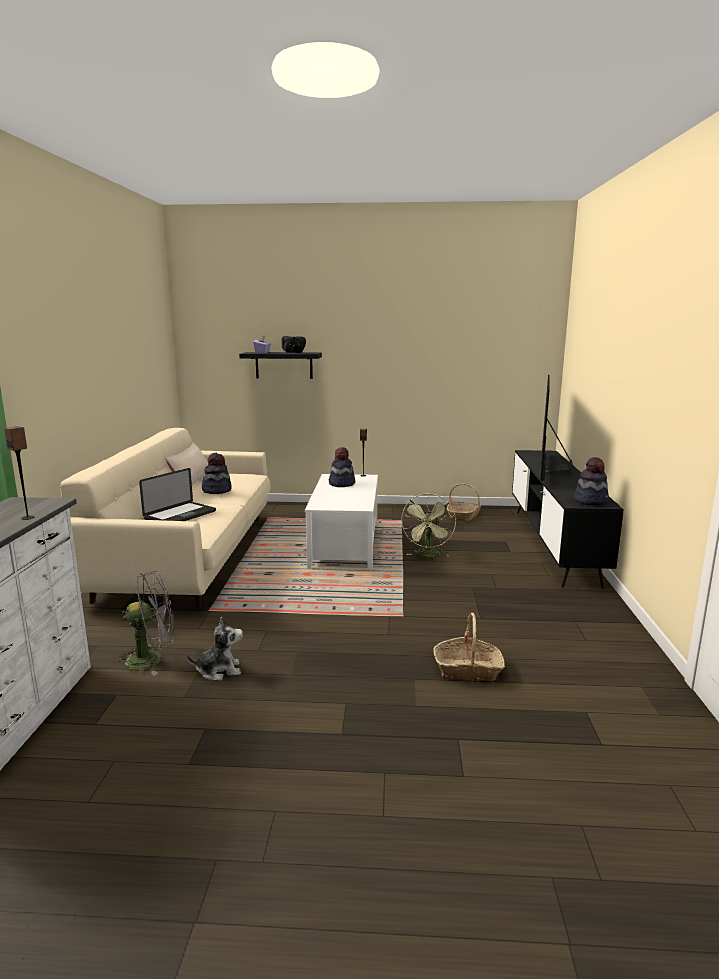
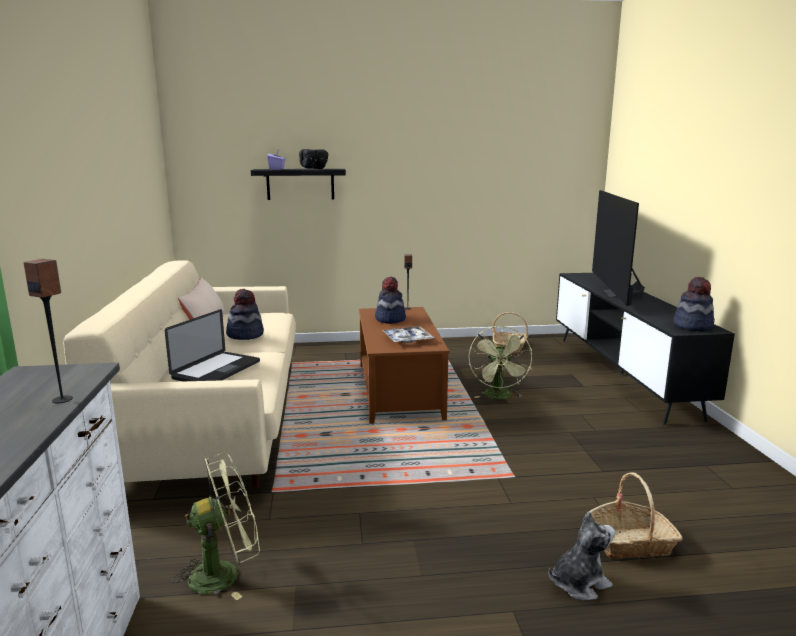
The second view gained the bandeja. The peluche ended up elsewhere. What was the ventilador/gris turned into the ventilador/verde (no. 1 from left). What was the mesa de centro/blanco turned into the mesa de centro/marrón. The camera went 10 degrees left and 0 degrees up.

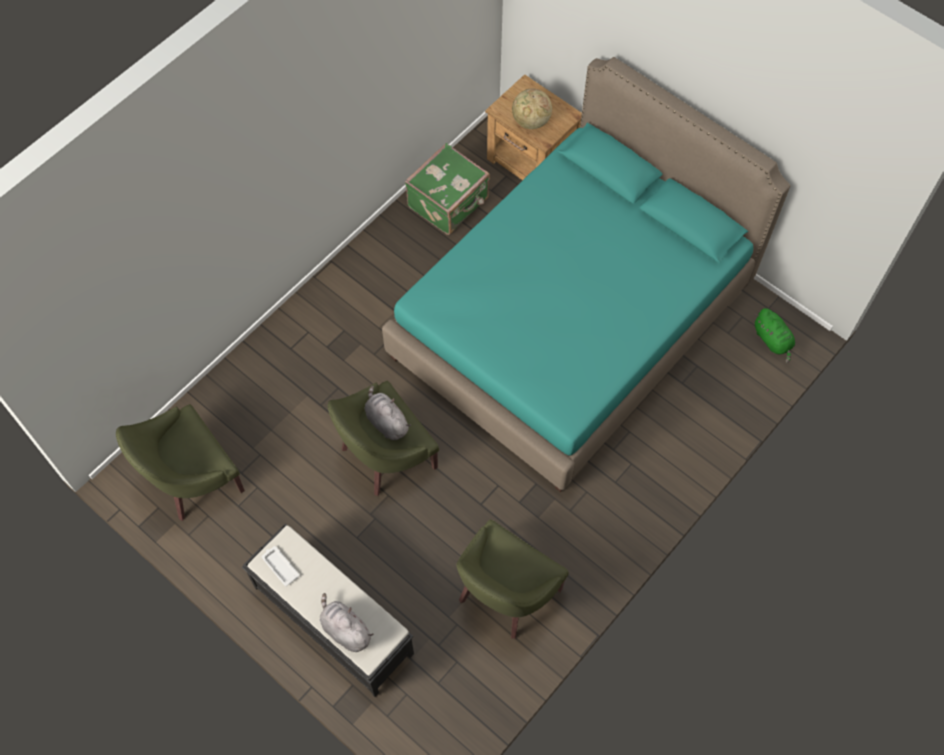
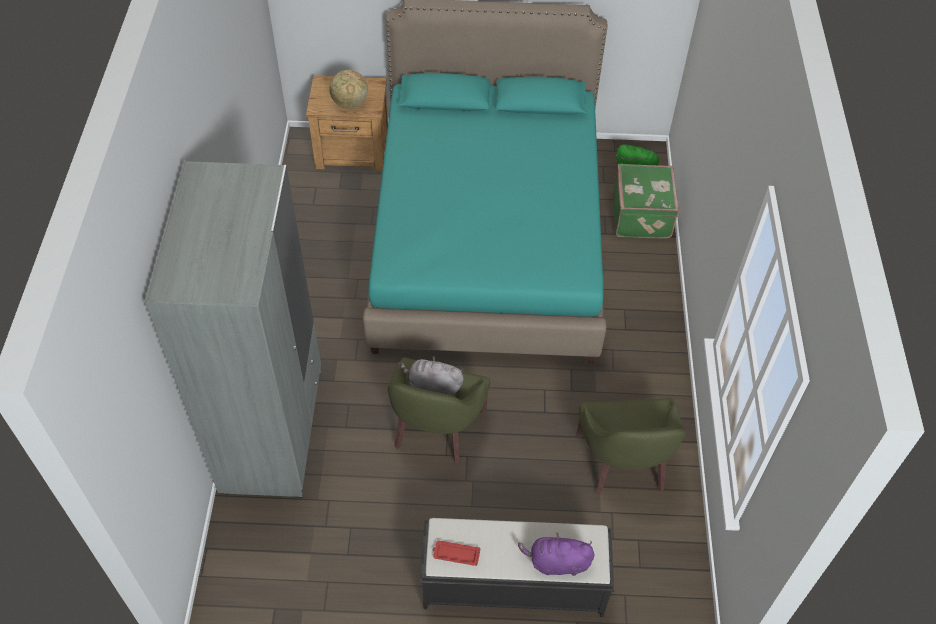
The second view lost the sillón/verde (no. 1 from left). The second view gained the armario ropero/gris. The maleta/verde ended up elsewhere. What was the bandeja/blanco turned into the bandeja/rojo. What was the peluche/gris (no. 1 from left) turned into the peluche/morado. The camera went 40 degrees left and 10 degrees down.

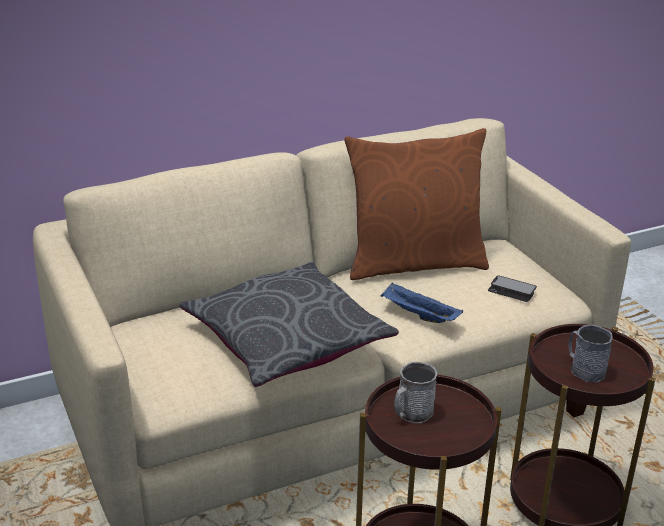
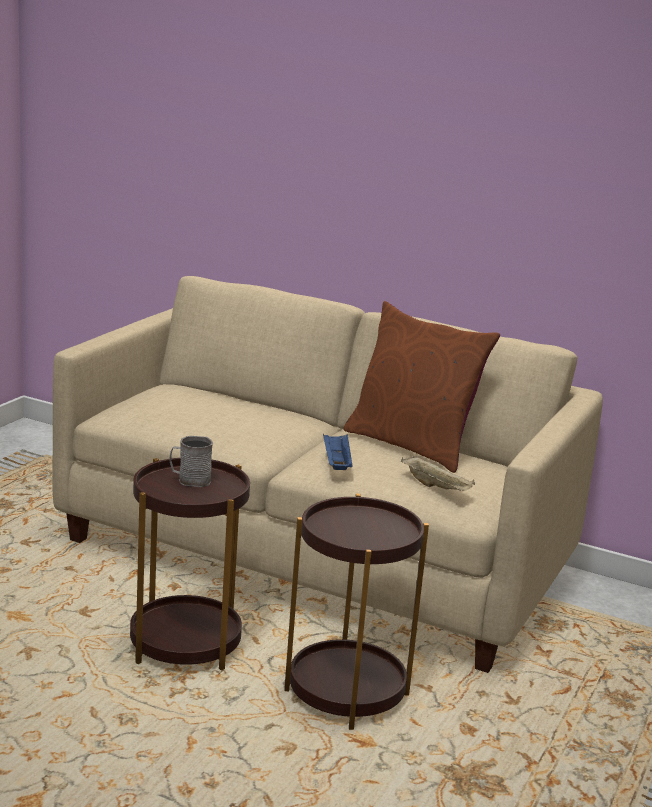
The second view lost the cojín/gris. The second view lost the taza grande/gris (no. 2 from left). Where the móvil stood, the bandeja/beis came to stand. The camera went 50 degrees right and 10 degrees down.

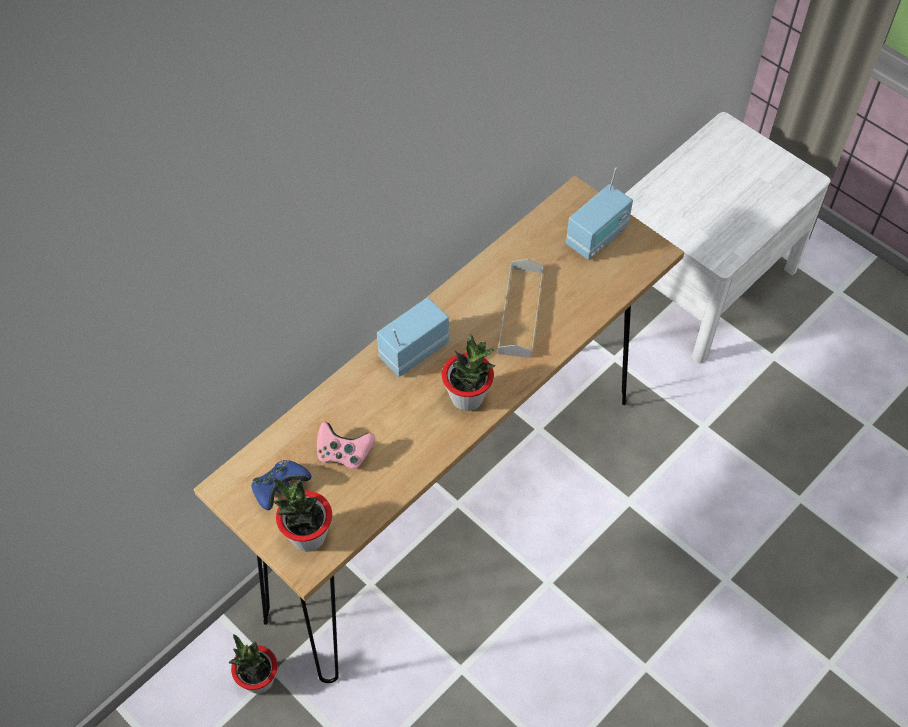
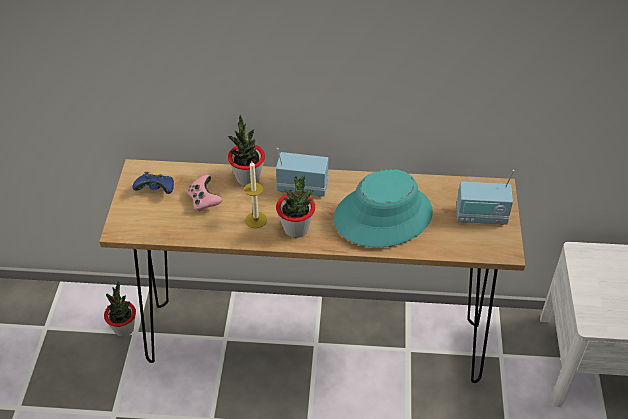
The second view gained the vela. The planta en maceta (no. 2 from left) ended up elsewhere. Where the bandeja/gris stood, the sombrero/turquesa came to stand. The camera went 50 degrees right and 10 degrees down.

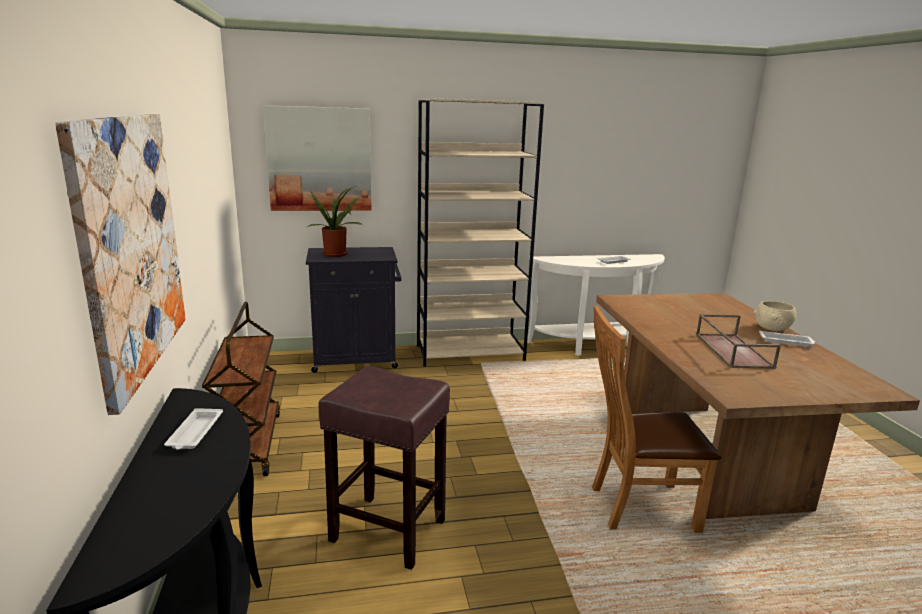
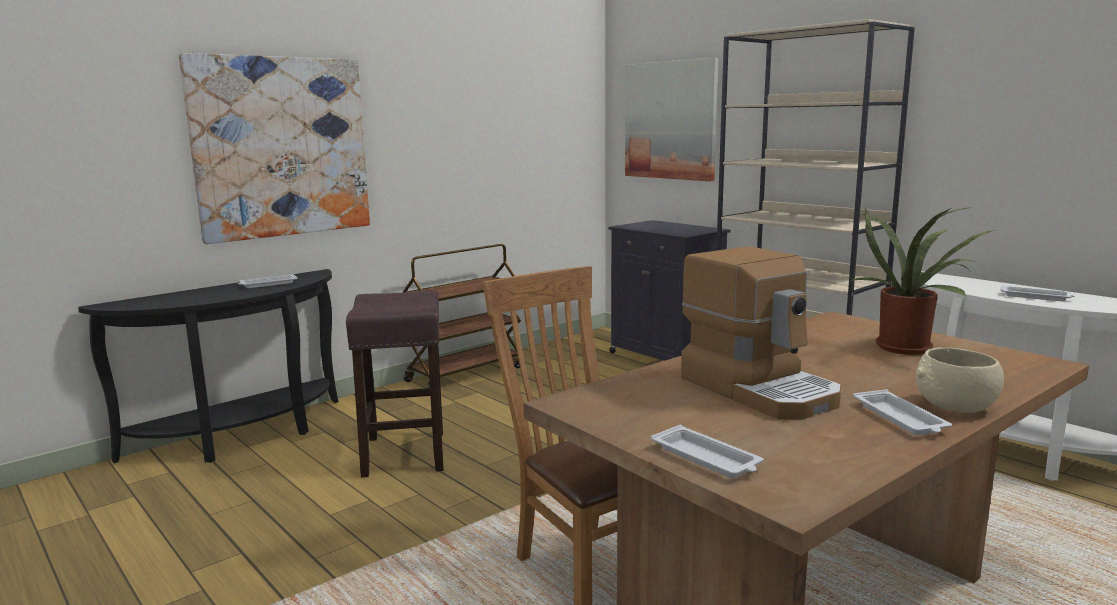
The second view gained the bandeja/blanco (no. 2 from left). The planta en maceta ended up elsewhere. Where the bandeja/marrón stood, the cafetera came to stand. The camera went 60 degrees right and 5 degrees down.

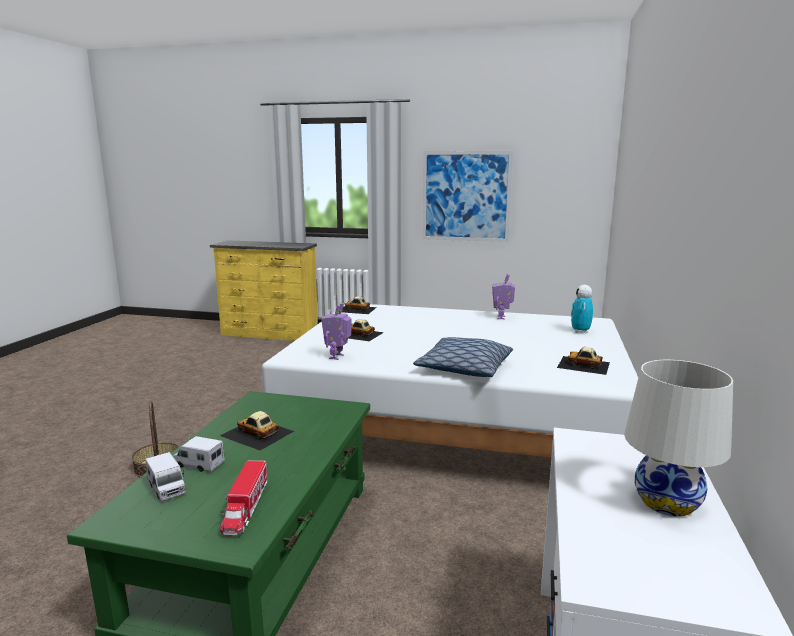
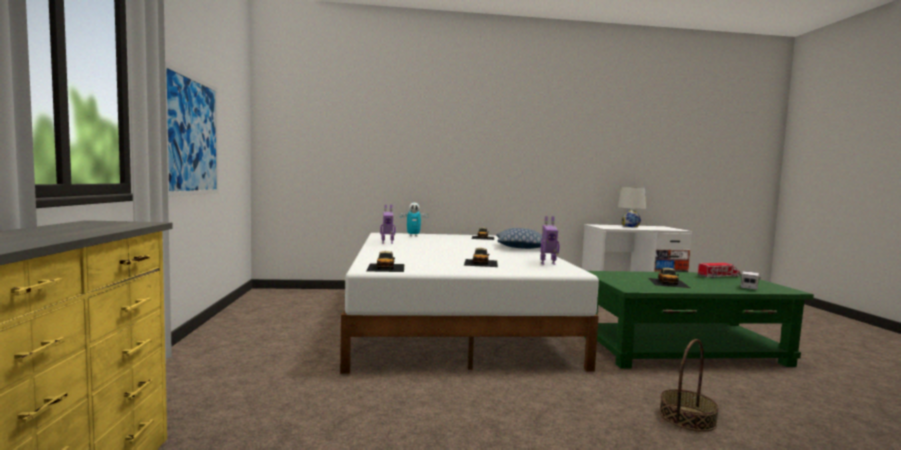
The second view lost the camión de juguete (no. 2 from left). The camera went 110 degrees left and 10 degrees down.

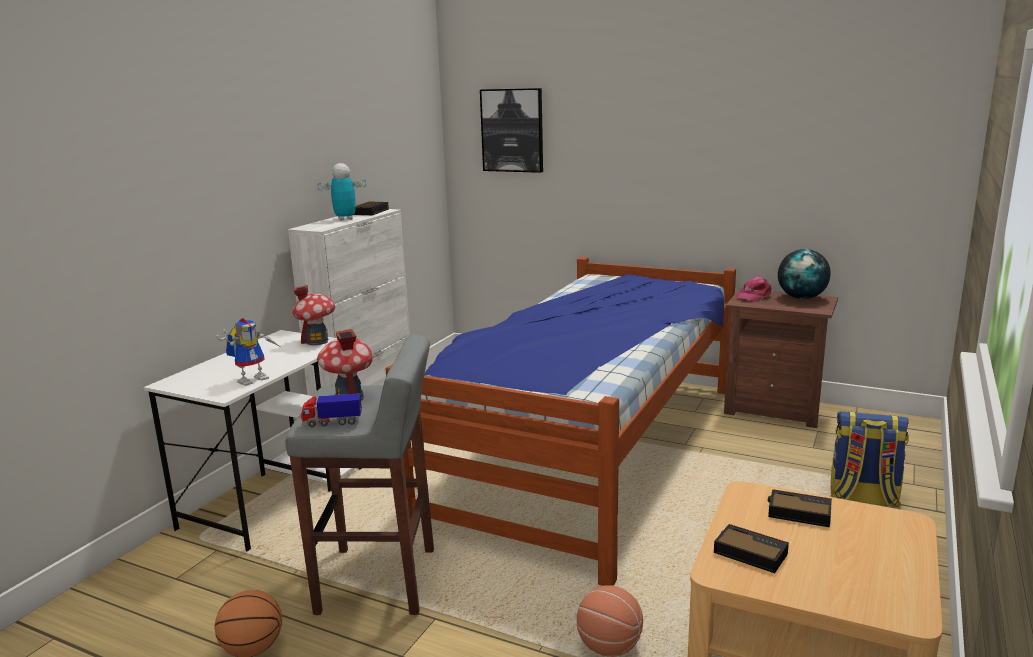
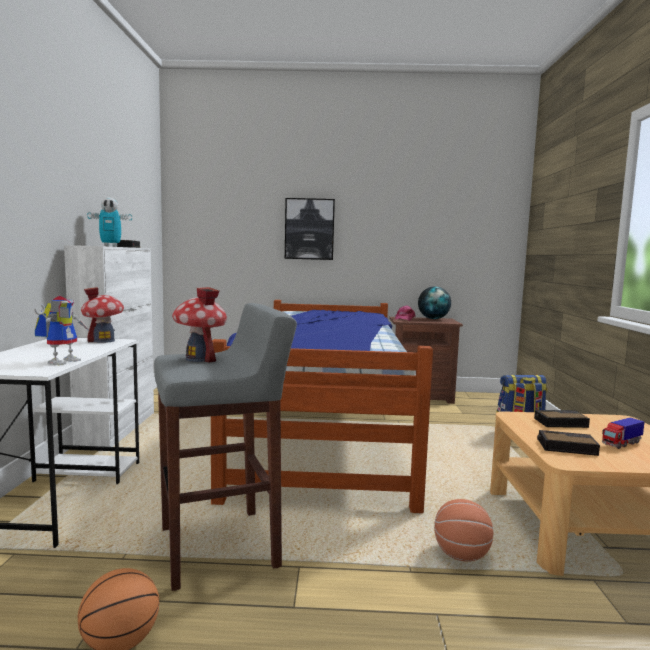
The camión de juguete ended up elsewhere. The cuadro ended up elsewhere. The robot de juguete (no. 2 from left) ended up facing another way, 150 degrees counterclockwise from before. The camera went 25 degrees left and 10 degrees down.

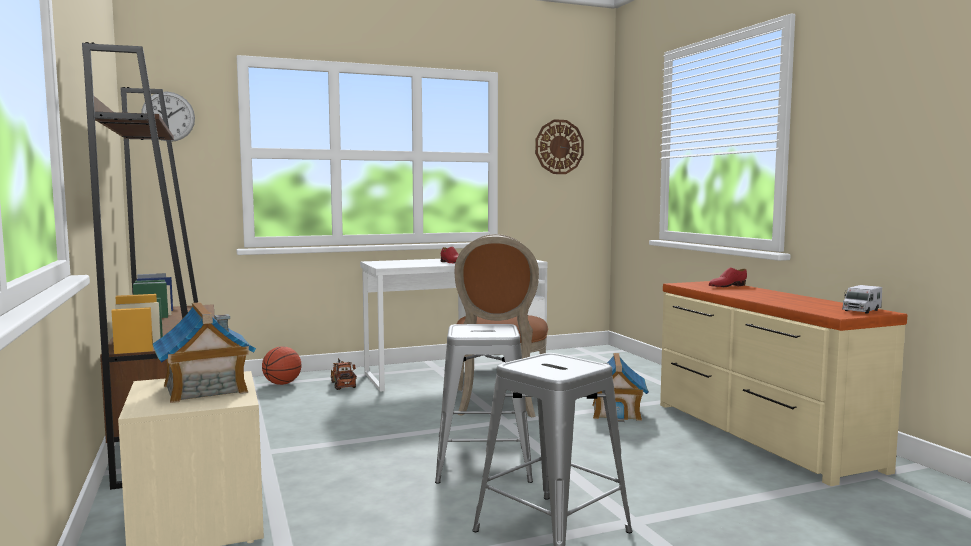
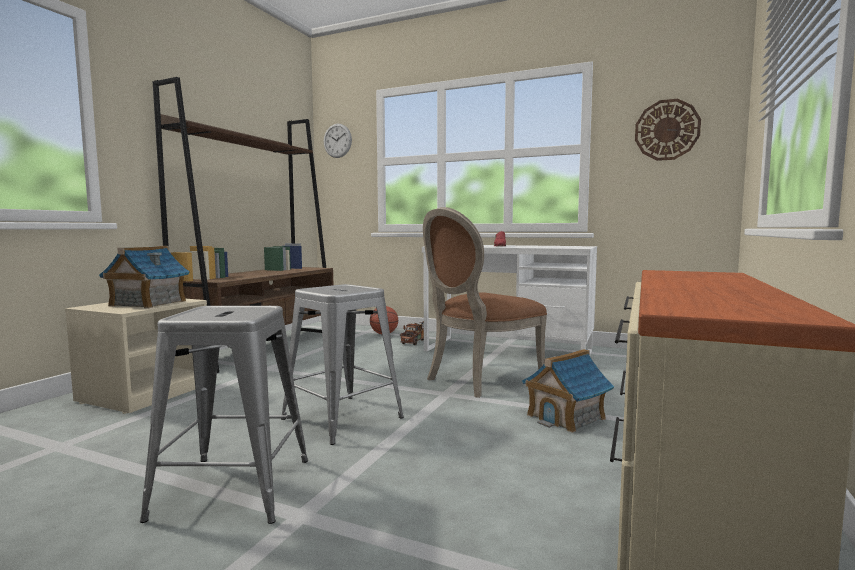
The second view lost the zapato/rojo (no. 2 from left). The second view lost the camión de juguete (no. 2 from left). The camera went 45 degrees right and 0 degrees up.

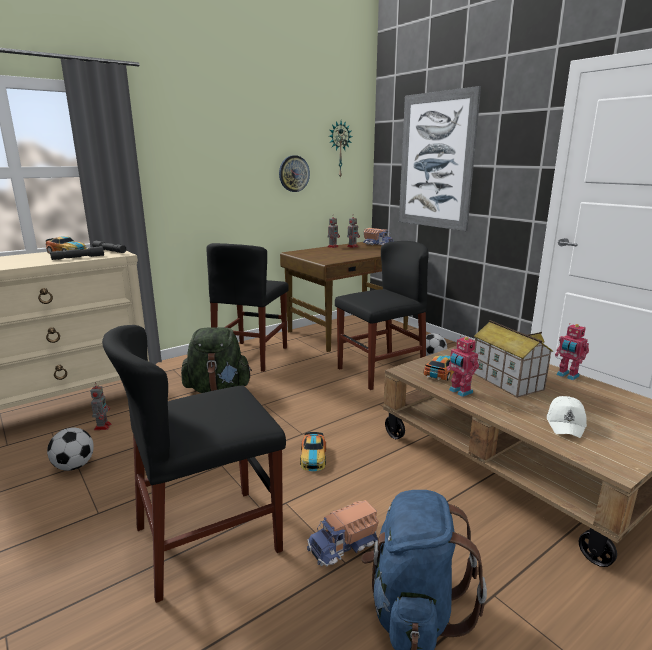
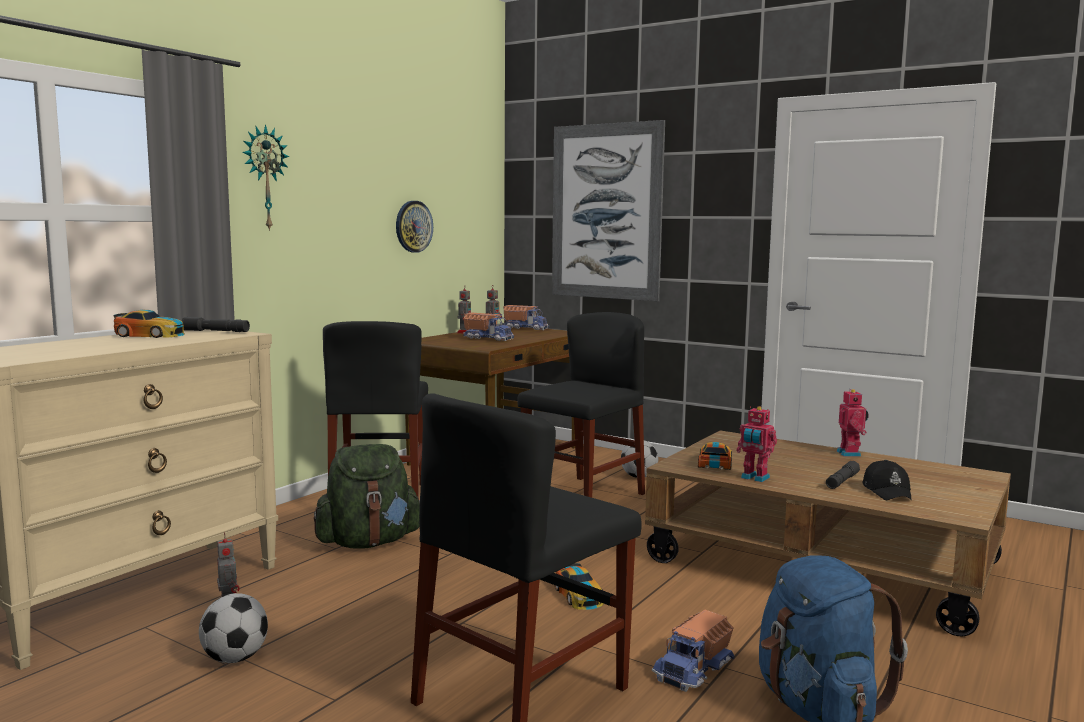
The second view lost the casita. The second view gained the camión de juguete (no. 1 from left). The linterna/gris (no. 1 from left in the first image) ended up elsewhere. The reloj de pared (no. 2 from left in the first image) ended up elsewhere. What was the gorra/blanco turned into the gorra/negro. The robot de juguete (no. 5 from left) ended up facing another way, 120 degrees counterclockwise from before. The camera went 20 degrees left and 10 degrees down.

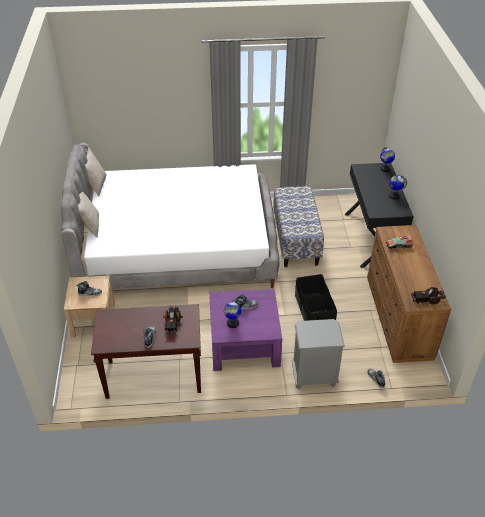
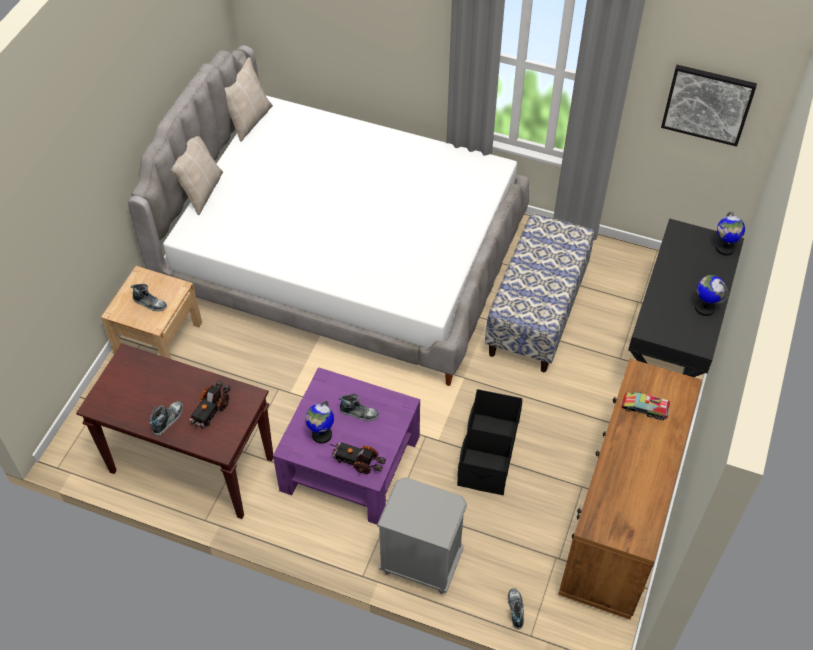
The second view gained the cuadro. The camión de juguete (no. 3 from left in the first image) ended up elsewhere. The camera went 25 degrees right and 10 degrees up.

